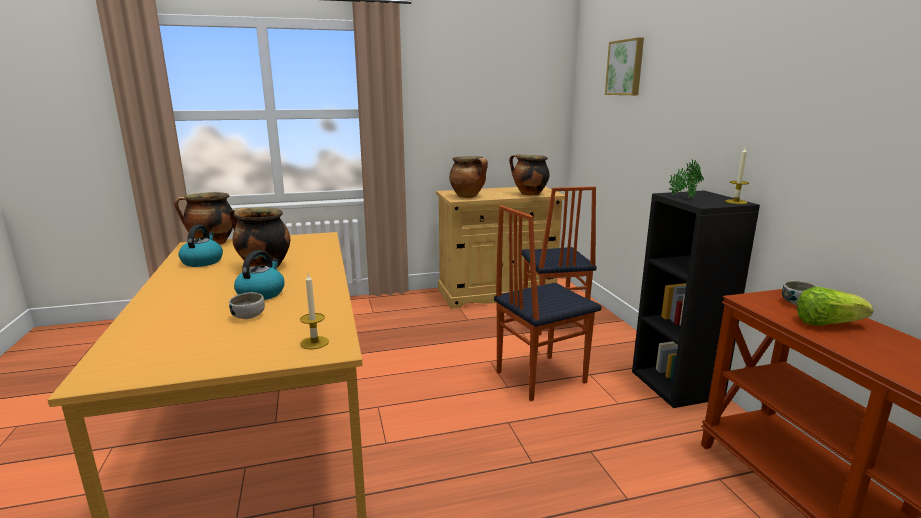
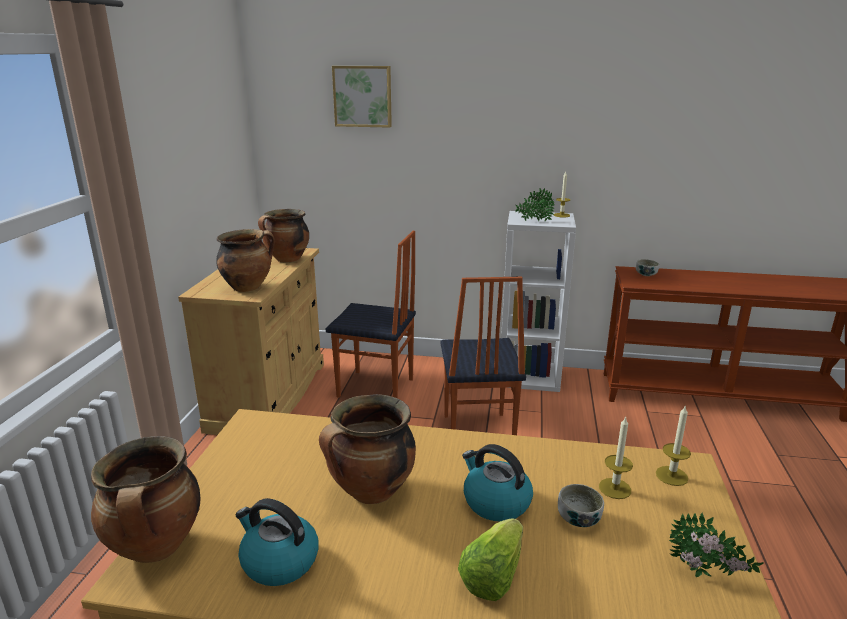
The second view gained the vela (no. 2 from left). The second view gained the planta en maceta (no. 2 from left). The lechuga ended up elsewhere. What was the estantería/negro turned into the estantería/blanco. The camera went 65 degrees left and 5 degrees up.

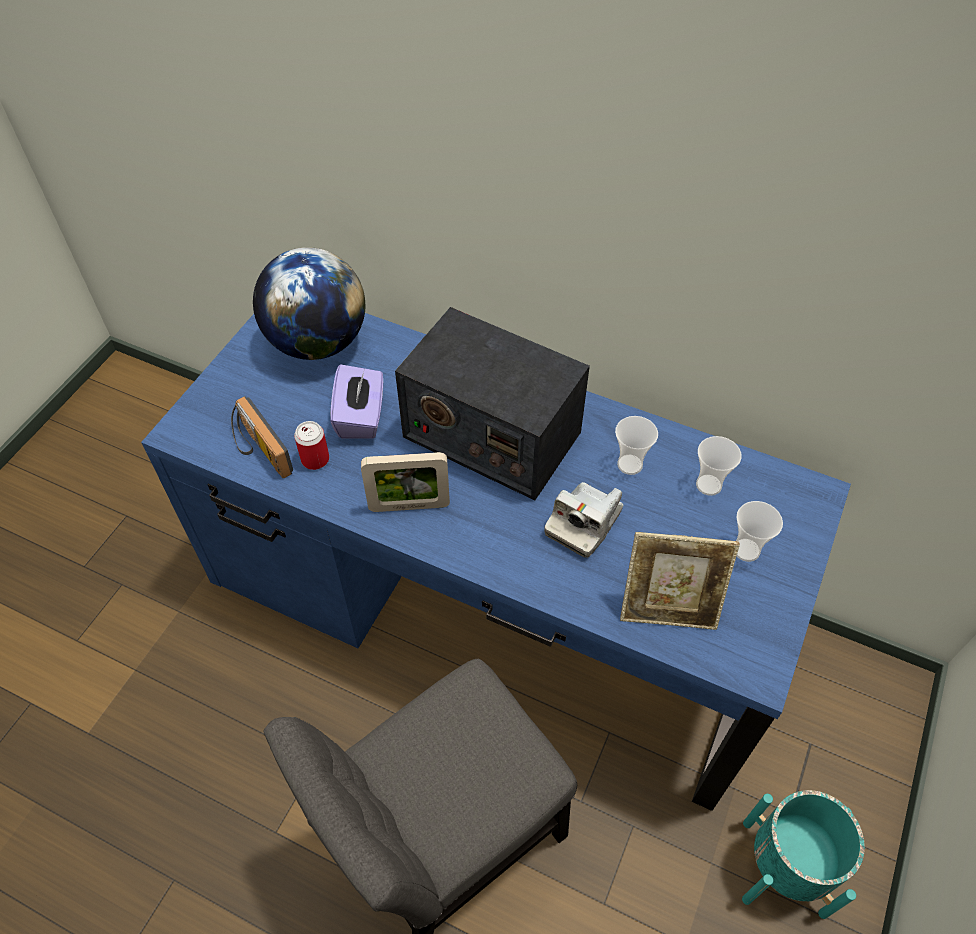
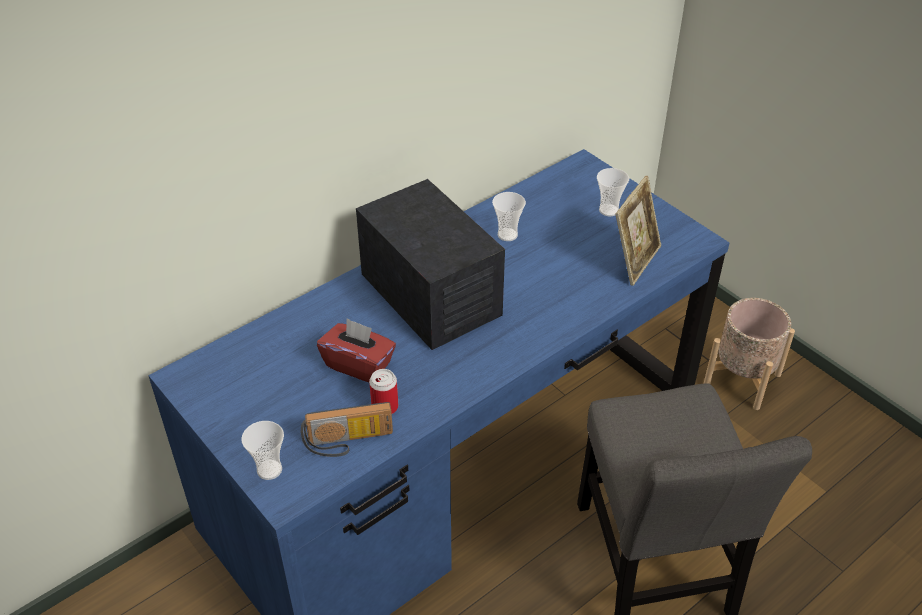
The second view lost the globo terráqueo. The second view lost the portarretratos (no. 1 from left). The second view lost the cámara. The taza (no. 2 from left in the first image) ended up elsewhere. What was the caja de pañuelos/morado turned into the caja de pañuelos/rojo. What was the maceta/turquesa turned into the maceta/beis. The radio (no. 2 from left) ended up facing another way, 90 degrees counterclockwise from before. The camera went 65 degrees left and 10 degrees down.

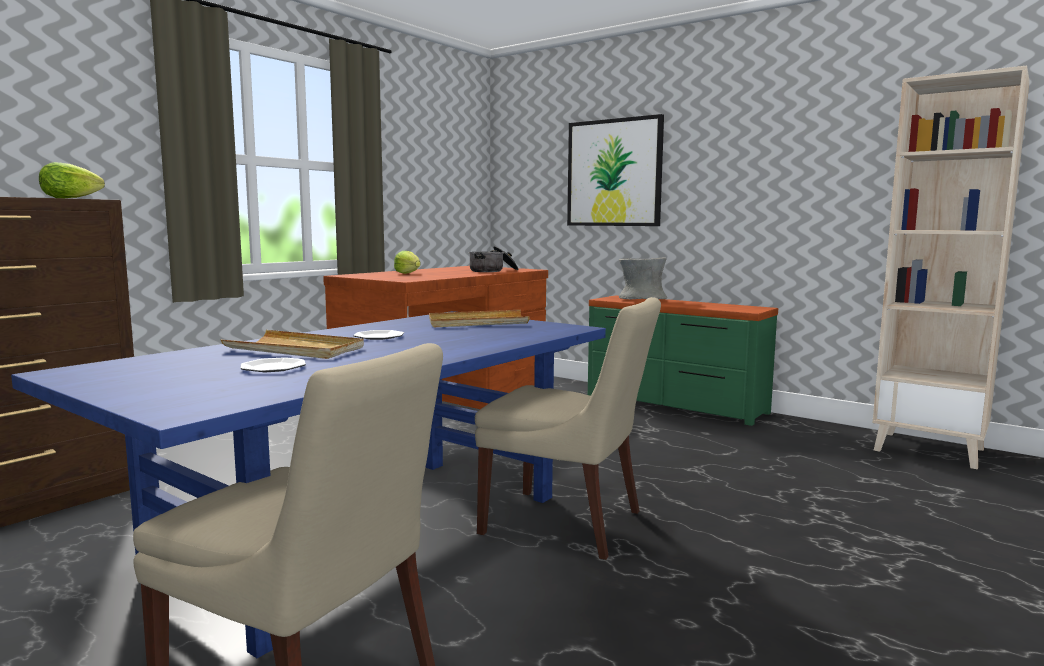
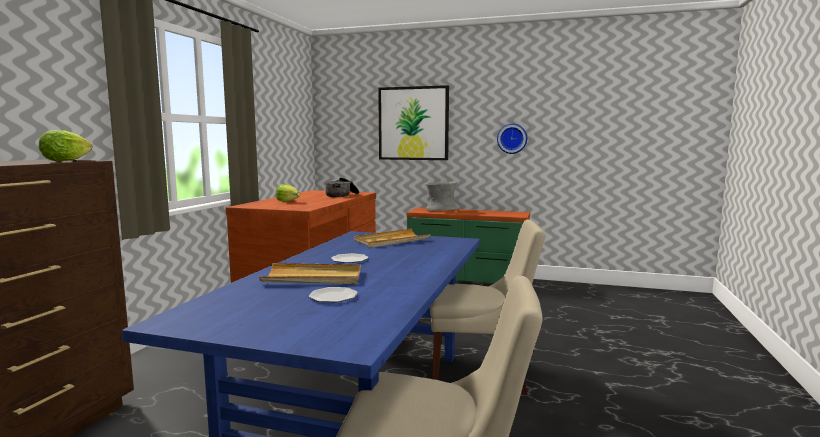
The second view lost the estantería/beis. The second view gained the reloj de pared. The camera went 20 degrees left and 0 degrees up.

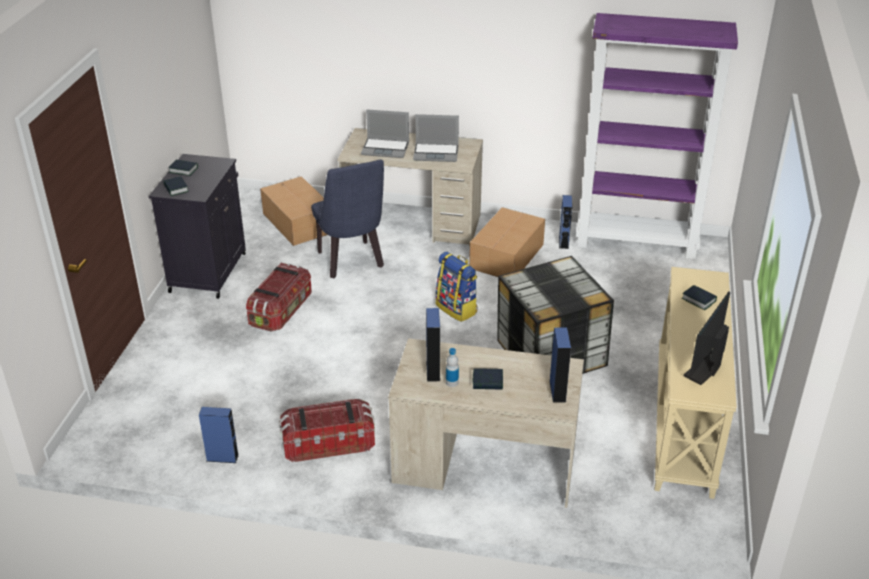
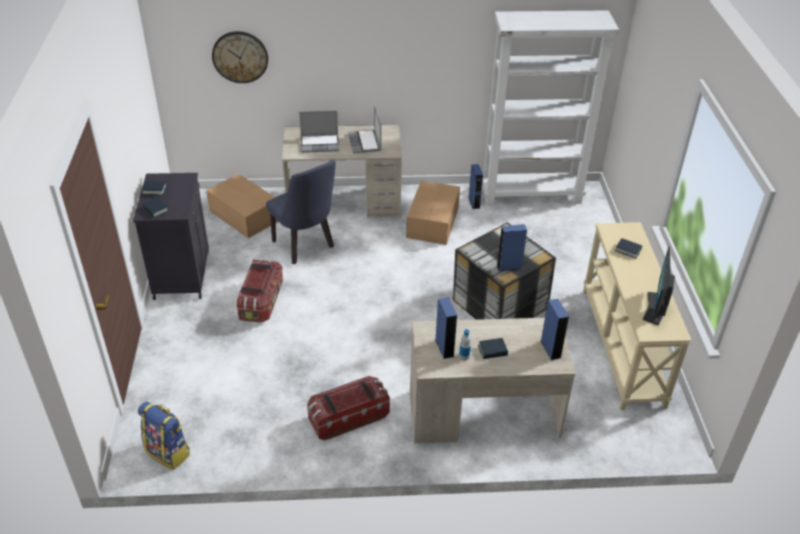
The second view gained the reloj de pared. The altavoz/azul (no. 1 from left in the first image) ended up elsewhere. The mochila ended up elsewhere. What was the estantería/morado turned into the estantería/blanco. The portátil (no. 2 from left) ended up facing another way, 90 degrees clockwise from before. The camera went 15 degrees left and 5 degrees up.

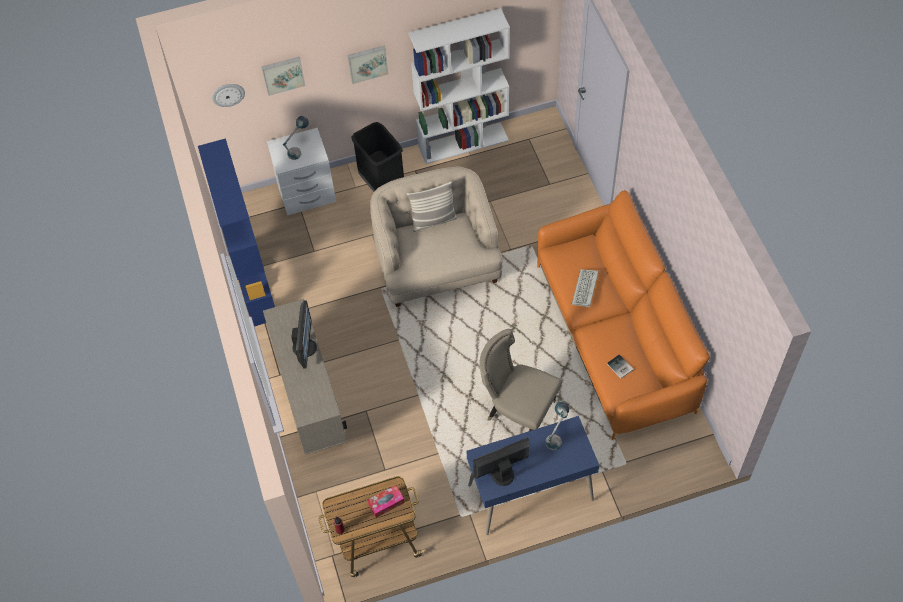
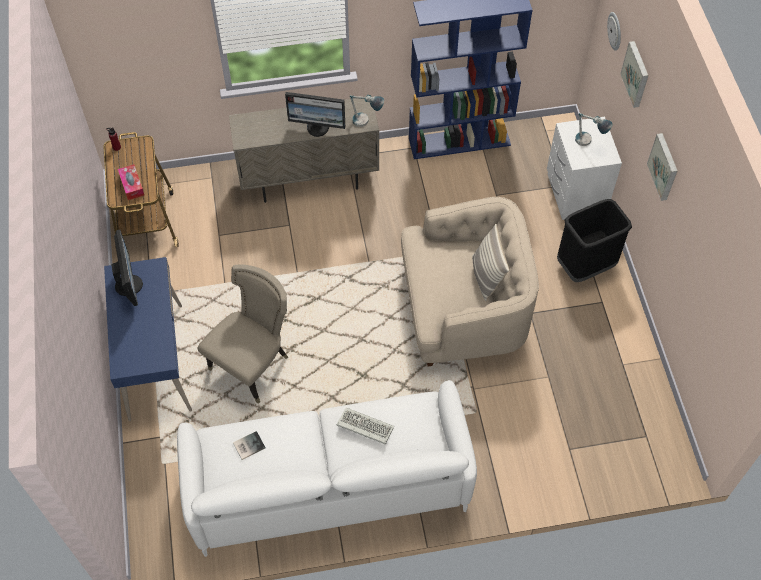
The second view lost the estantería/blanco. The lámpara de mesa (no. 2 from left in the first image) ended up elsewhere. What was the sofá/naranja turned into the sofá/blanco. The camera went 95 degrees right and 0 degrees up.

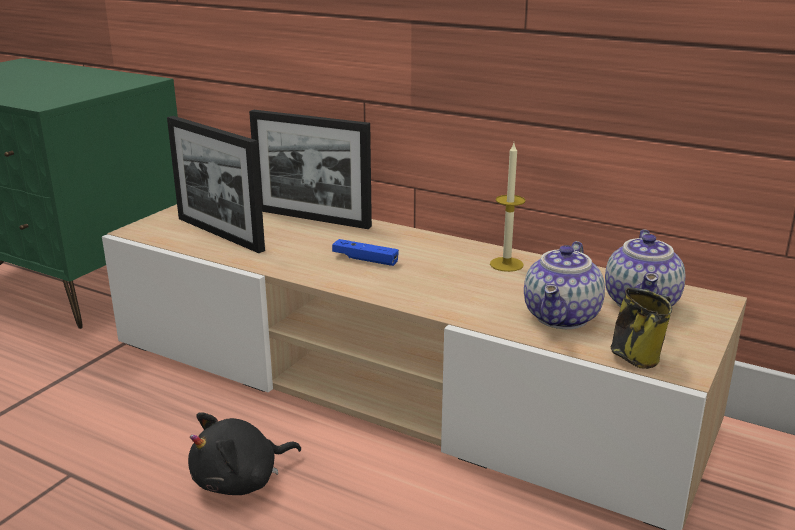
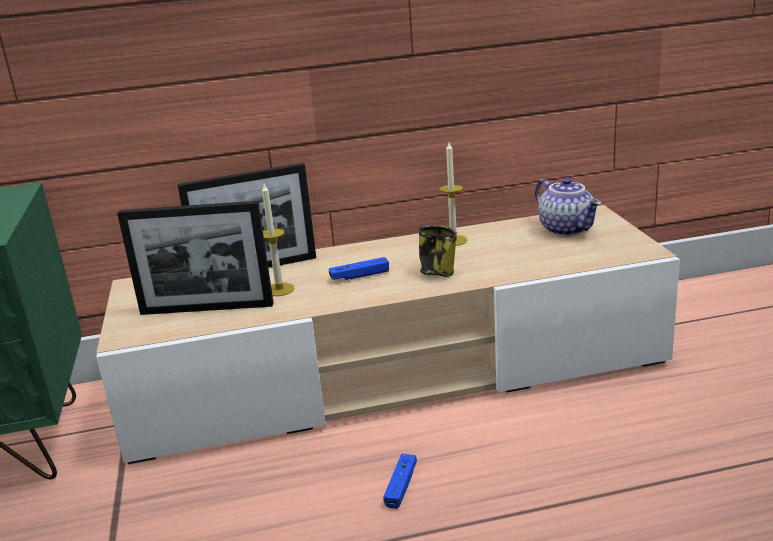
The second view lost the tetera (no. 1 from left). The second view gained the vela (no. 1 from left). The taza grande ended up elsewhere. Where the peluche/negro stood, the mando de consola/azul (no. 2 from left) came to stand. The camera went 40 degrees left and 0 degrees up.

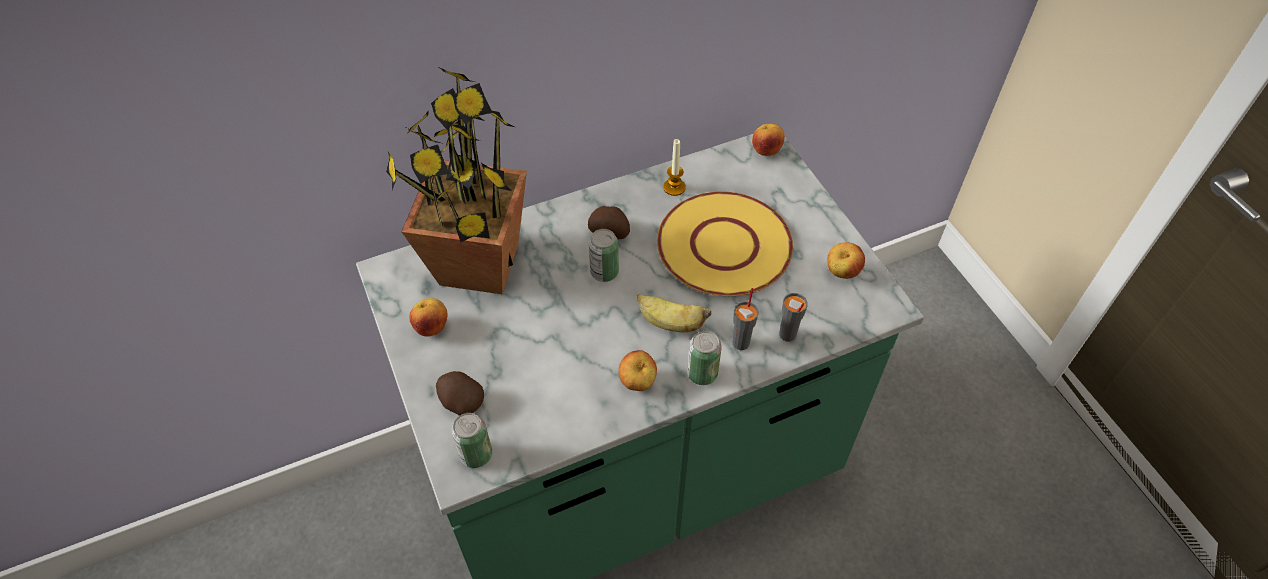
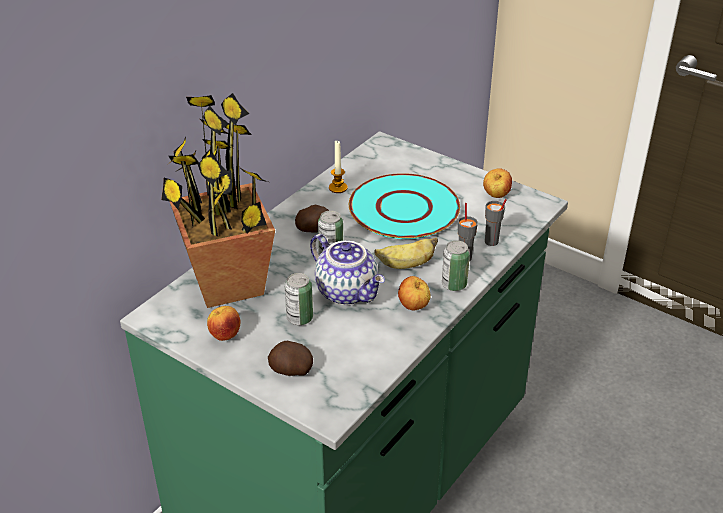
The second view lost the manzana (no. 3 from left). The second view gained the tetera. The lata (no. 1 from left) ended up elsewhere. What was the plato/amarillo turned into the plato/turquesa. The camera went 30 degrees left and 15 degrees down.

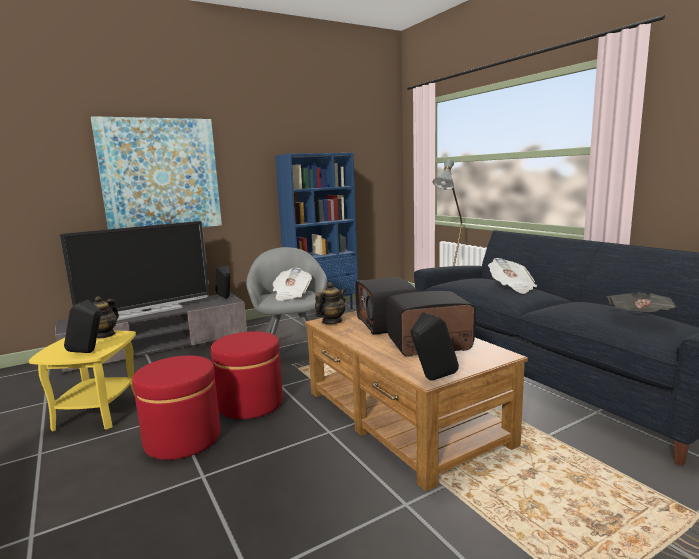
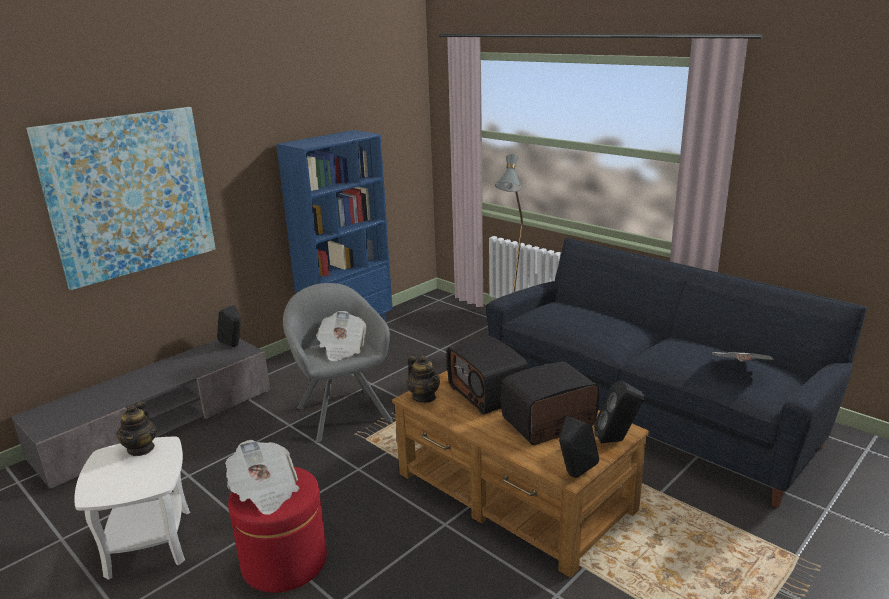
The second view lost the televisor. The second view lost the puf/rojo (no. 2 from left). The altavoz/negro (no. 1 from left in the first image) ended up elsewhere. The periódico (no. 2 from left in the first image) ended up elsewhere. What was the mesa auxiliar/amarillo turned into the mesa auxiliar/blanco. The tetera (no. 2 from left) ended up facing another way, 120 degrees clockwise from before. The camera went 15 degrees left and 10 degrees up.

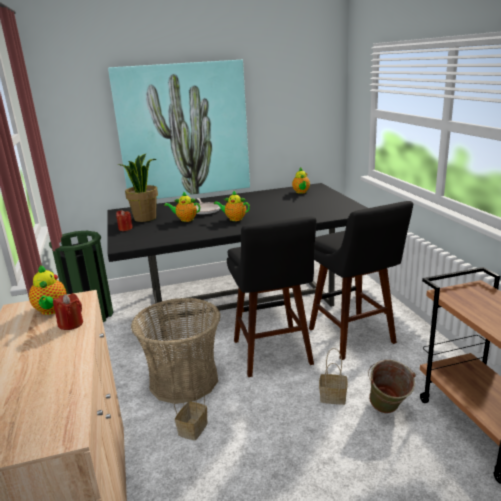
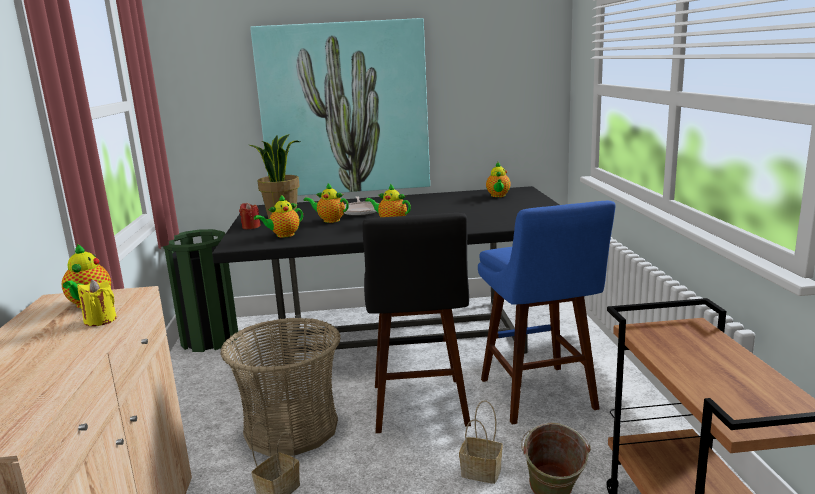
The second view gained the tetera (no. 2 from left). What was the vela/rojo (no. 1 from left) turned into the vela/amarillo. What was the taburete/negro (no. 2 from left) turned into the taburete/azul. The camera went 10 degrees right and 5 degrees down.

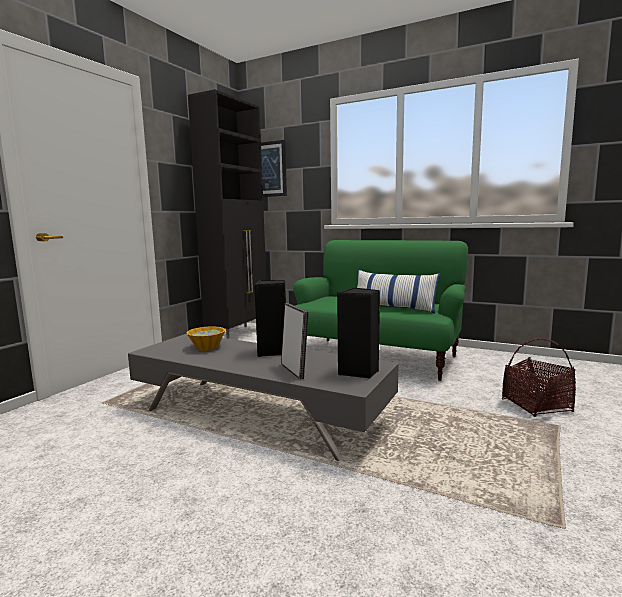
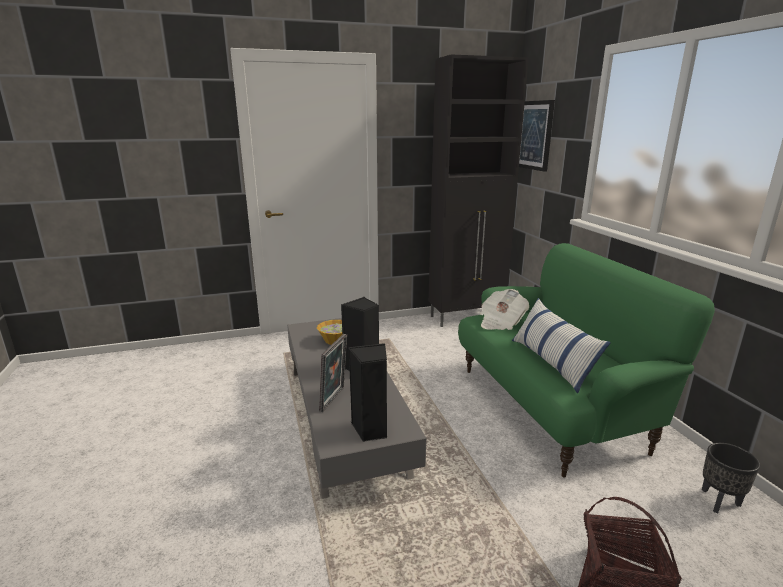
The second view gained the periódico. The second view gained the maceta/negro. The camera went 45 degrees right and 10 degrees up.

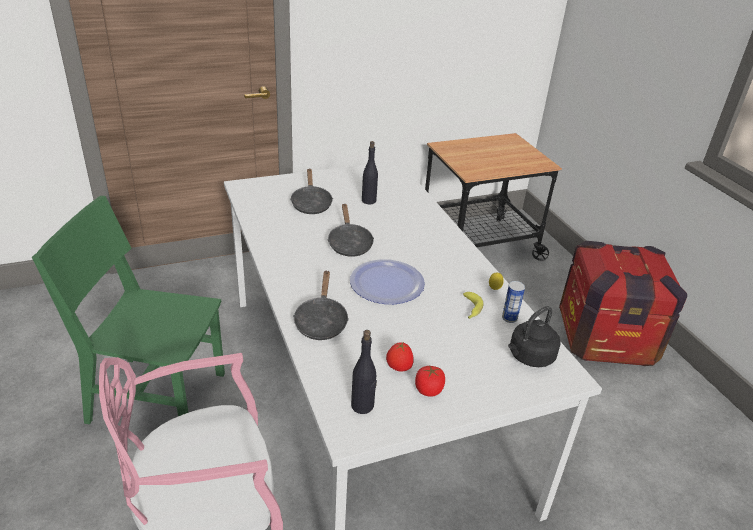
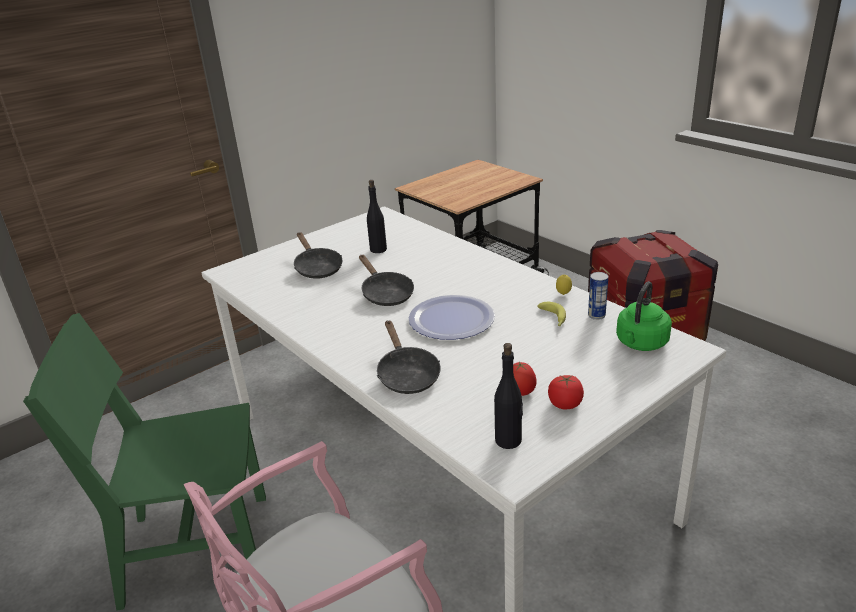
What was the hervidor/negro turned into the hervidor/verde. The camera went 15 degrees left and 5 degrees down.

